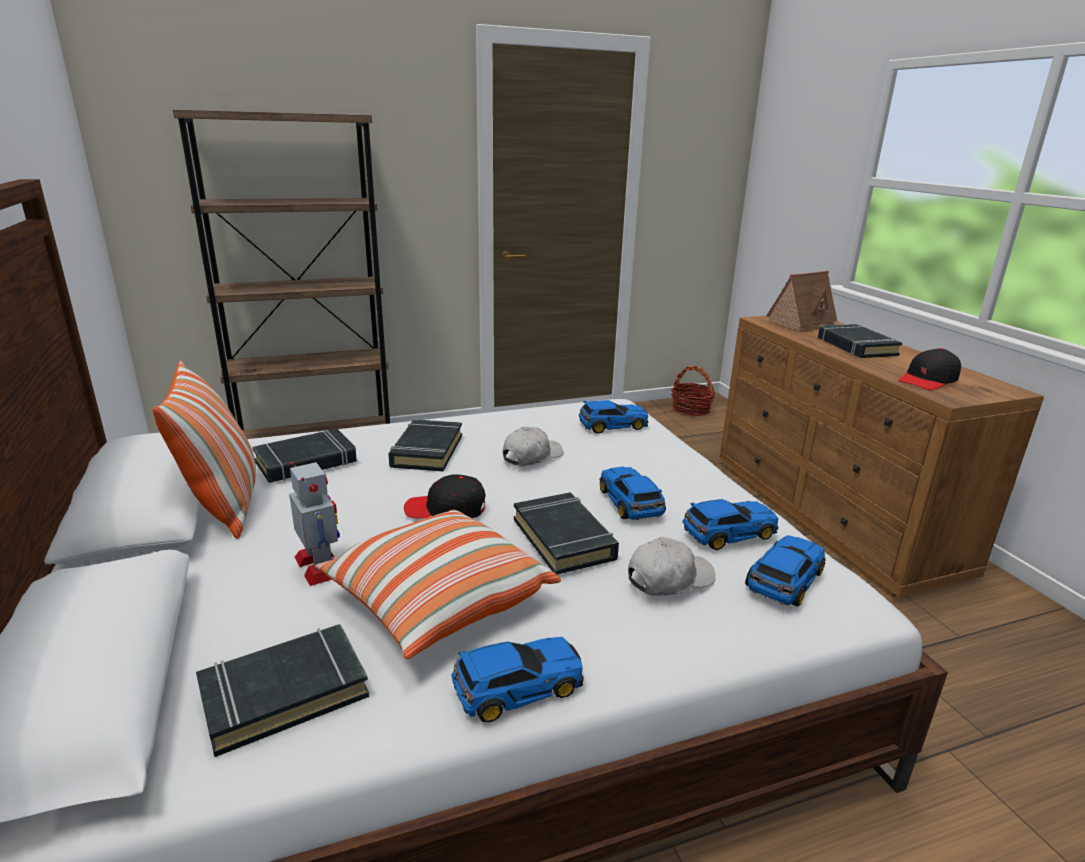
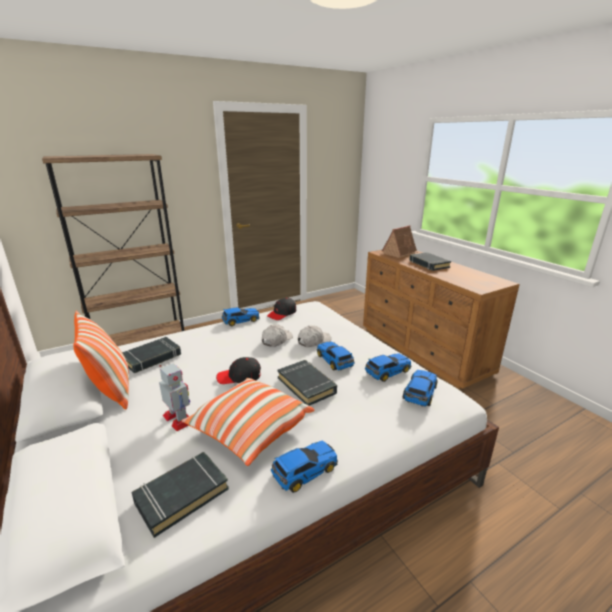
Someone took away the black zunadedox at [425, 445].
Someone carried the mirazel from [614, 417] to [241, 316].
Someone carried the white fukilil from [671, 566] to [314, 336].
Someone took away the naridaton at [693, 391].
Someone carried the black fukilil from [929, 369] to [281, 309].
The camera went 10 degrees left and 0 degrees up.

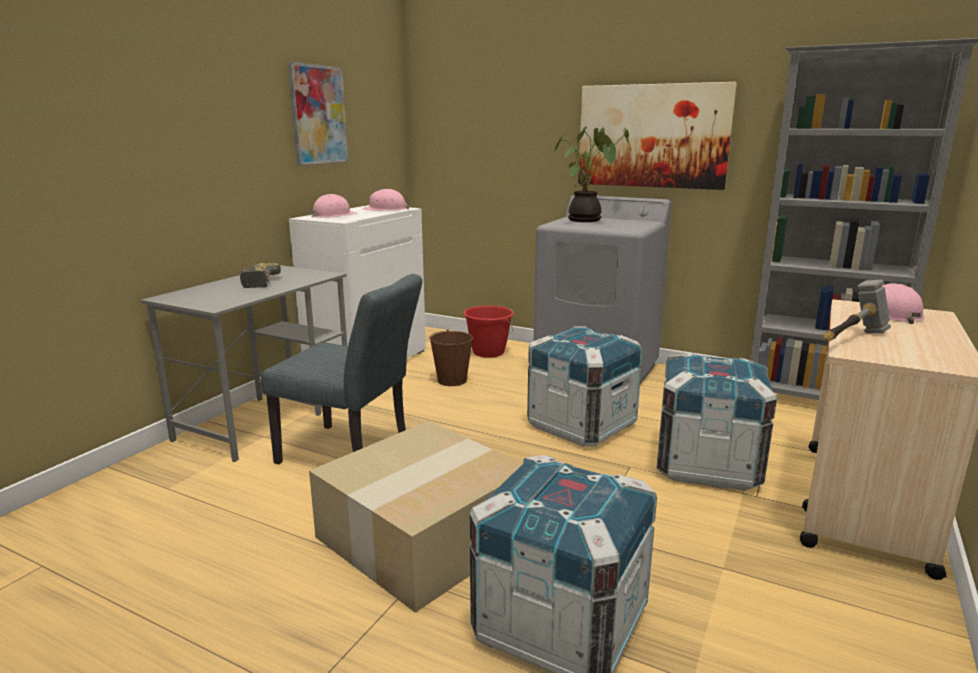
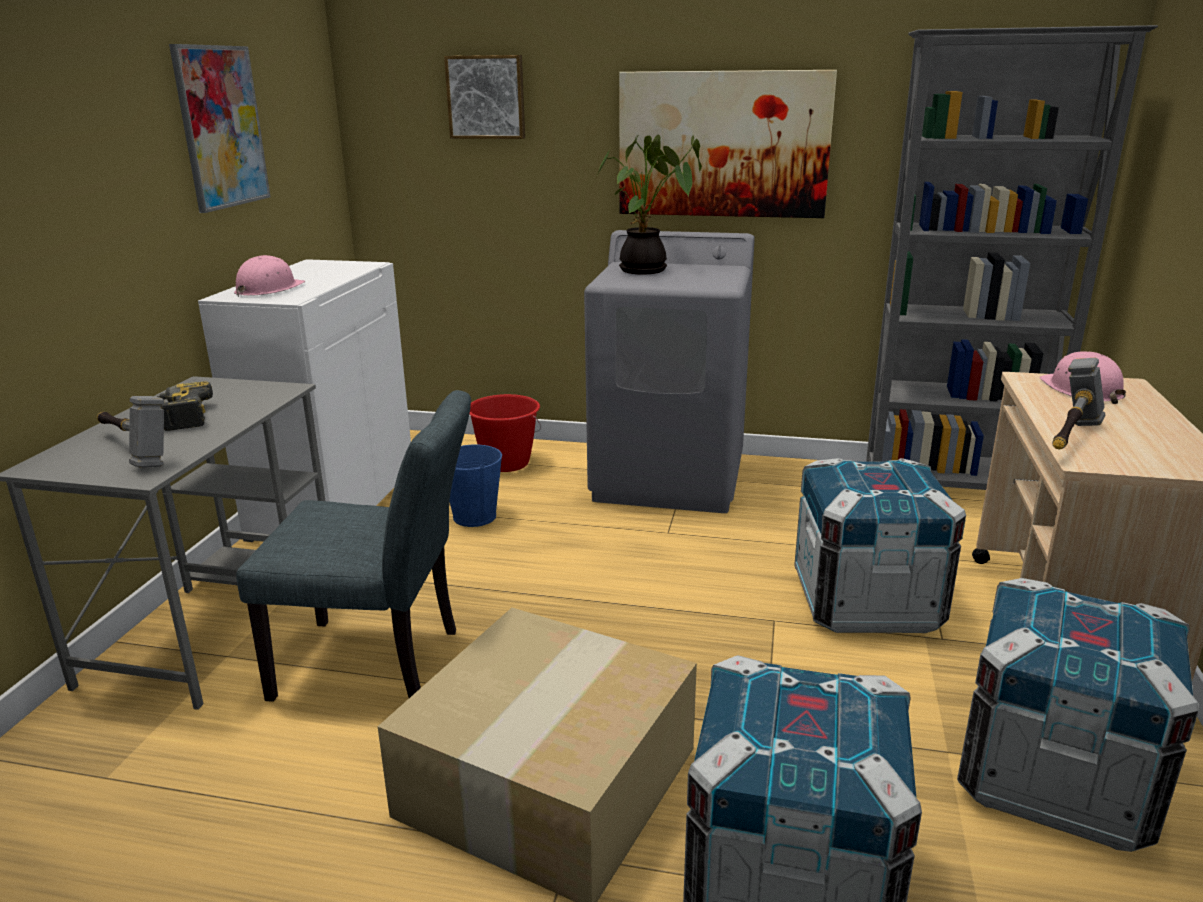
Someone took away the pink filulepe at [386, 200].
Someone repainted the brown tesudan at [451, 357], which became the blue tesudan at [475, 486].
Someone carried the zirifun from [585, 386] to [1078, 715].
Someone put down the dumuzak at [130, 432].
Someone put up the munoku at [484, 97].
The camera went 15 degrees left and 5 degrees up.

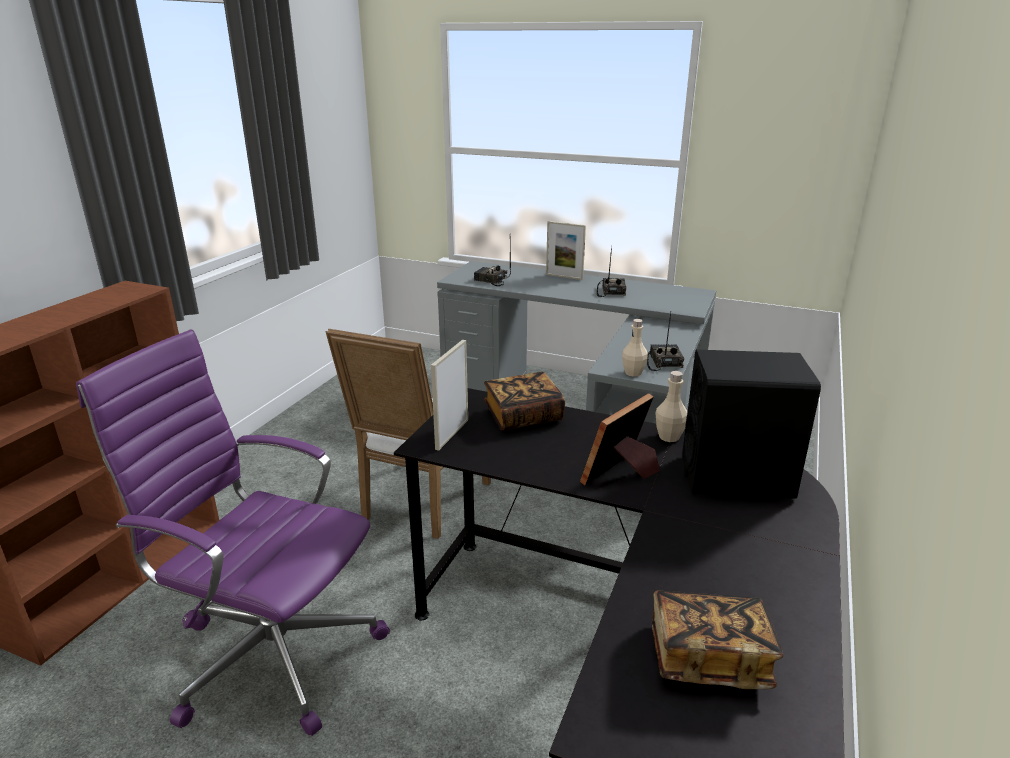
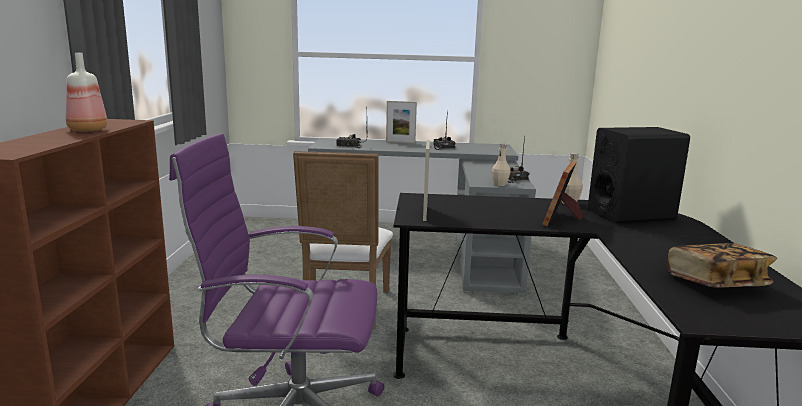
Someone took away the zunadedox at [524, 401].
Someone put down the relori at [87, 92].
The camera went 20 degrees left and 10 degrees down.

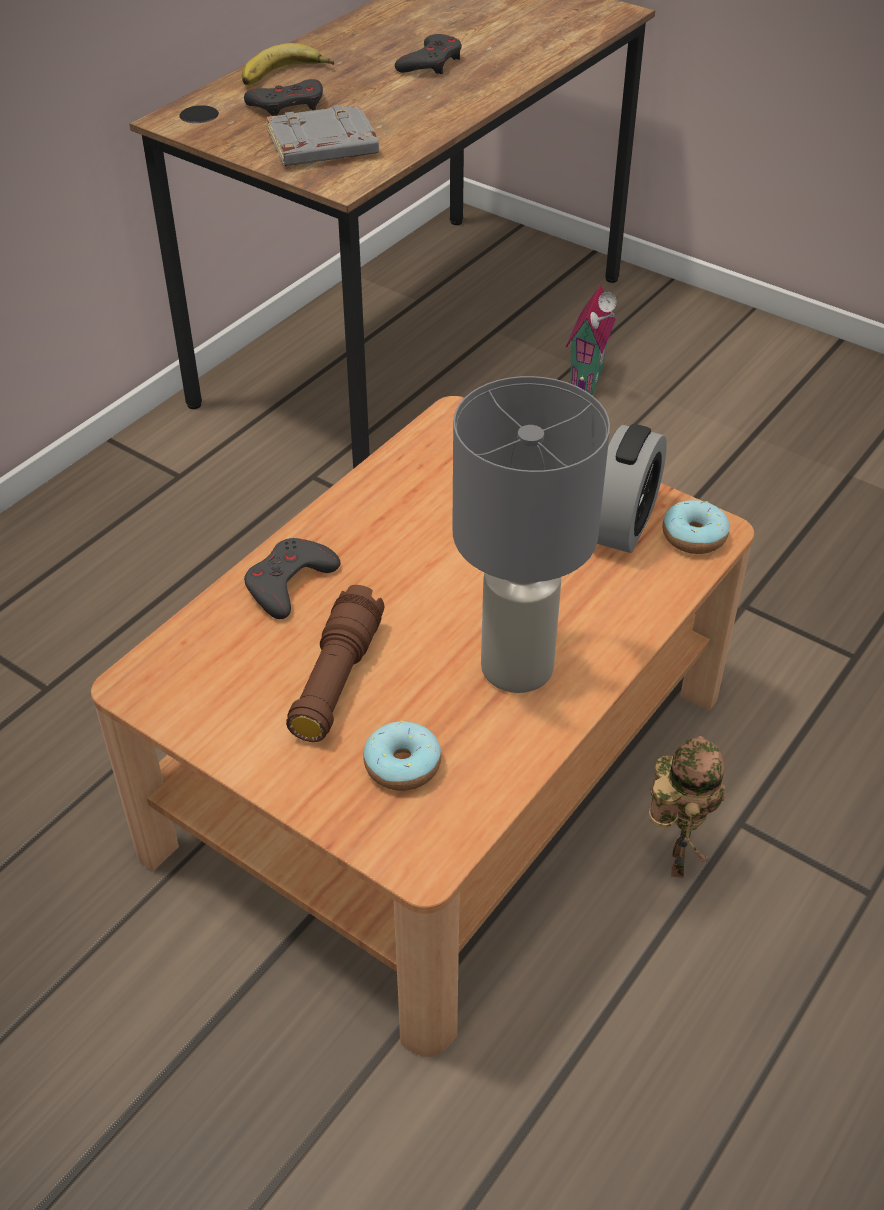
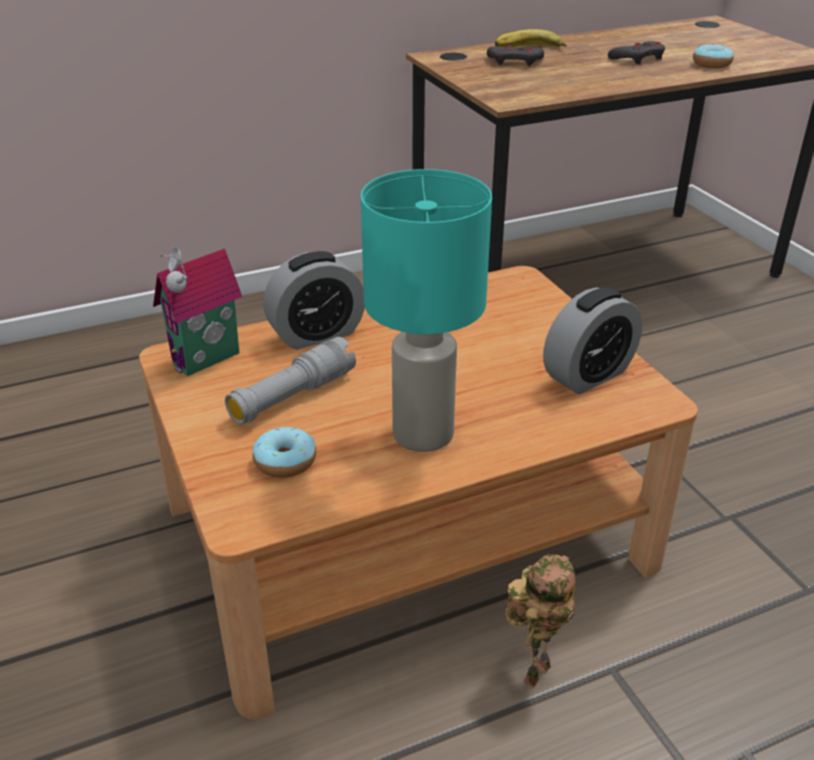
Someone swapped the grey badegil at [292, 578] for the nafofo at [314, 300].
Someone took away the grey zunadedox at [323, 135].
Someone repainted the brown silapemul at [335, 663], which became the grey silapemul at [290, 381].
Someone repainted the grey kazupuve at [531, 534], which became the turquoise kazupuve at [426, 310].
Someone carried the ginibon from [591, 339] to [197, 311].
Someone carried the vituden from [695, 527] to [713, 56].
The camera went 30 degrees right and 10 degrees down.

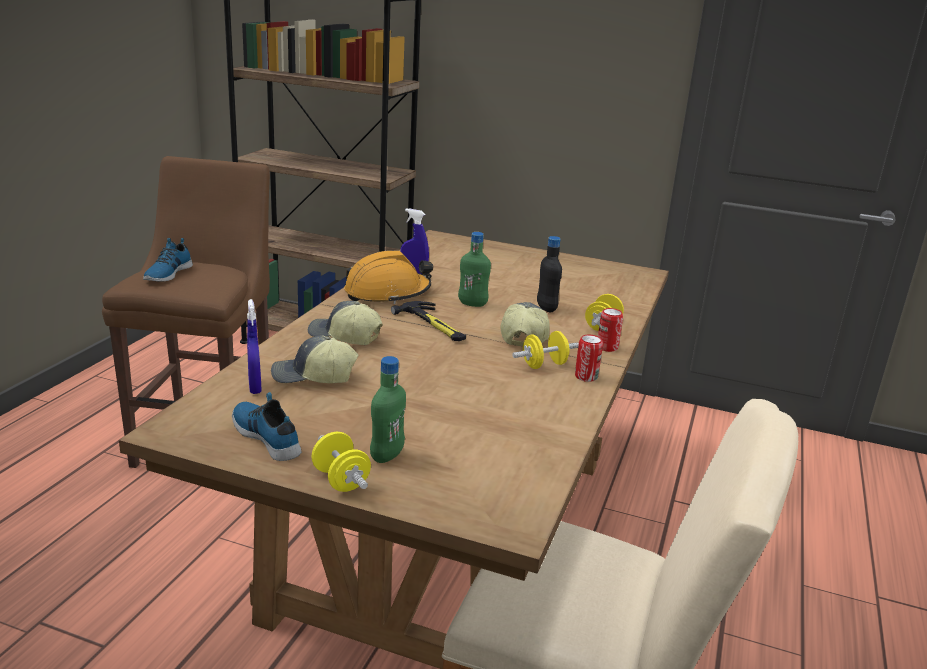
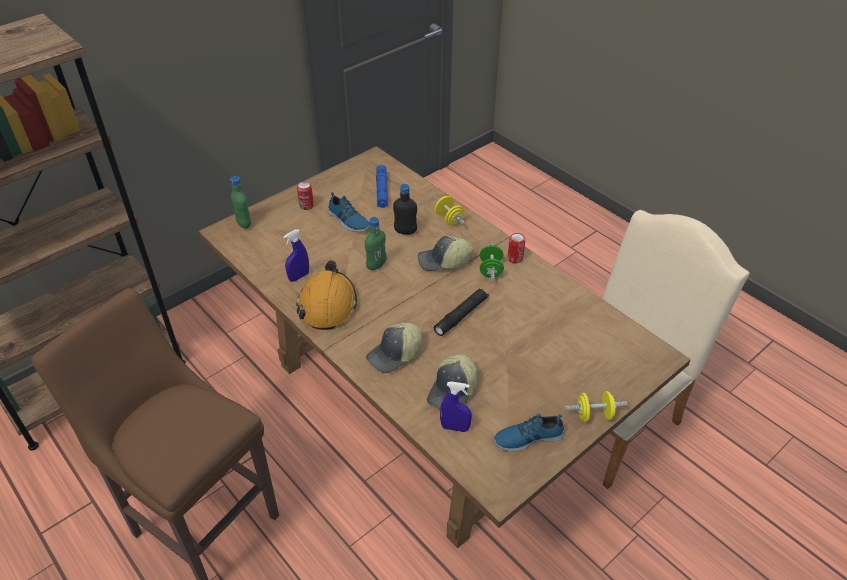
Someone carried the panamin from [168, 260] to [349, 212].
Someone carried the green relori from [388, 409] to [240, 202].
Someone took away the dumuzak at [428, 321].
Someone rotated the fukilil at [524, 324] by 45 degrees counterclockwise.
Someone repainted the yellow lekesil at [545, 350], which became the green lekesil at [492, 262].
Someone carried the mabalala from [610, 330] to [305, 195].
Someone put down the blue silapemul at [382, 186].
Someone put down the black silapemul at [461, 312].
The camera went 60 degrees left and 20 degrees up.

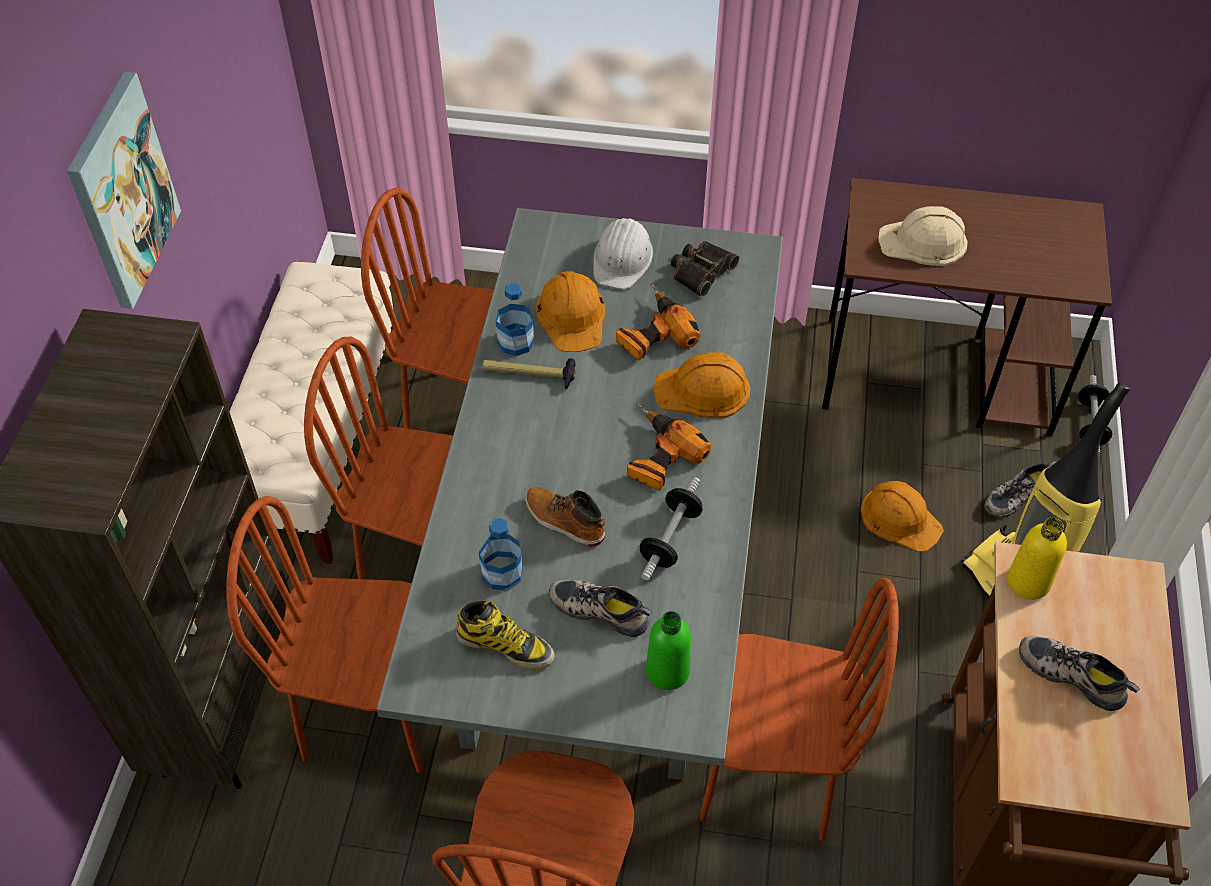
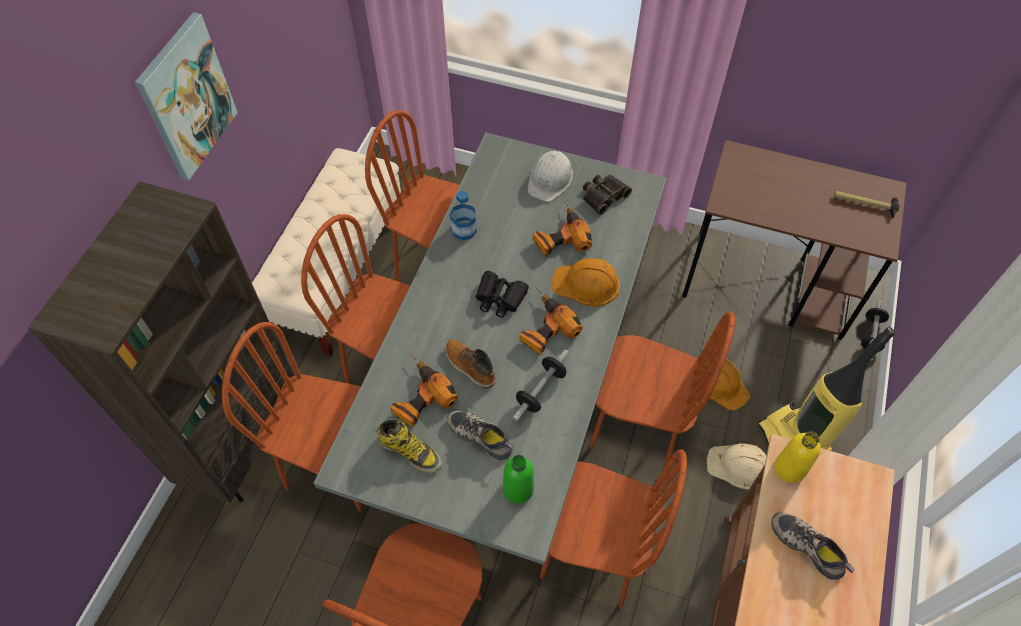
Someone swapped the relori at [501, 554] for the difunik at [424, 391].
Someone carried the dumuzak from [529, 373] to [867, 204].
Someone took away the orange filulepe at [570, 311].
Someone carried the beige filulepe from [923, 236] to [736, 466].
Someone took away the panamin at [1020, 489].
Someone put down the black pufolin at [502, 294].
Someone put down the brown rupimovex at [662, 390].
The camera went 10 degrees right and 5 degrees up.

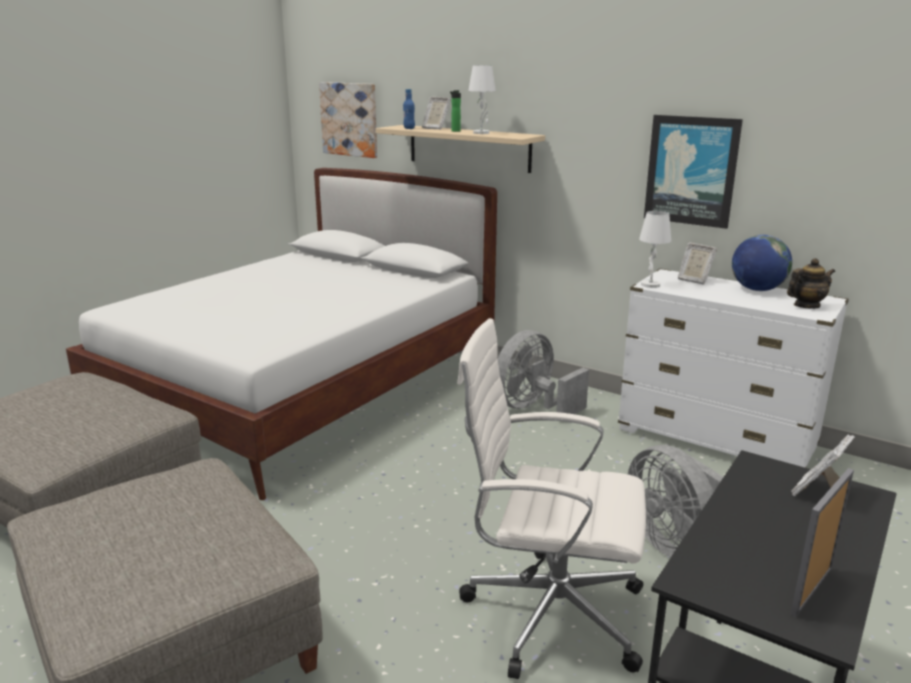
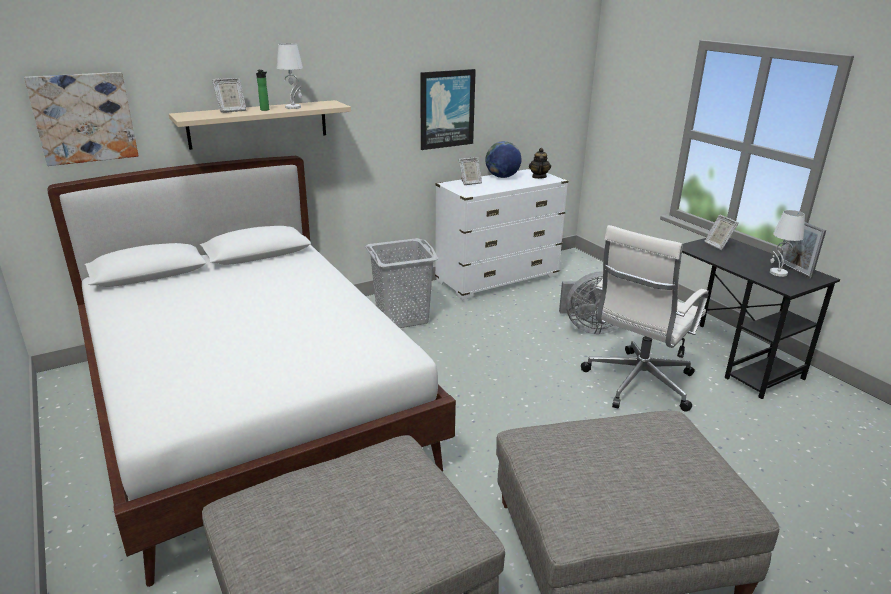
Someone took away the blue relori at [409, 109].
Someone swapped the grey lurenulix at [543, 372] for the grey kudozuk at [401, 283].
Someone carried the white kazupuve from [655, 249] to [787, 243].
The camera went 65 degrees left and 5 degrees up.

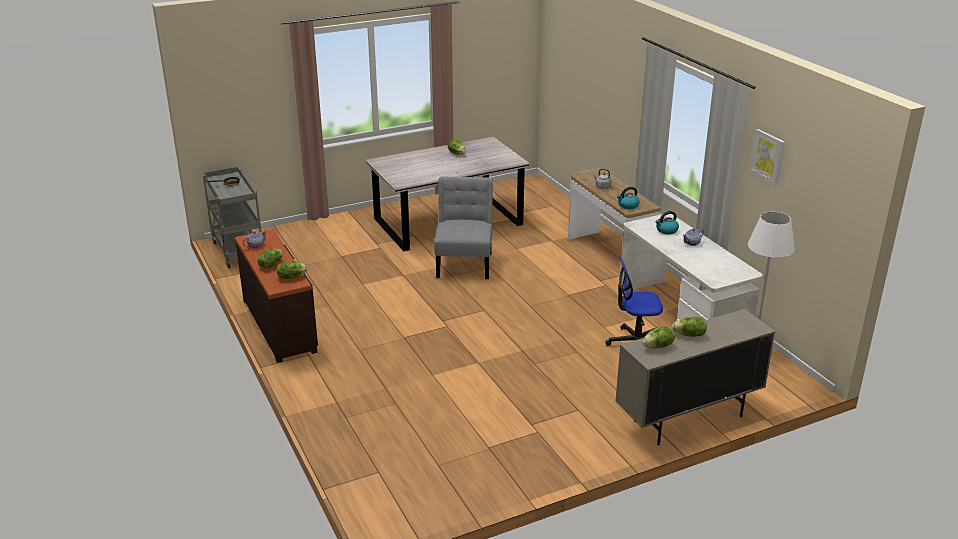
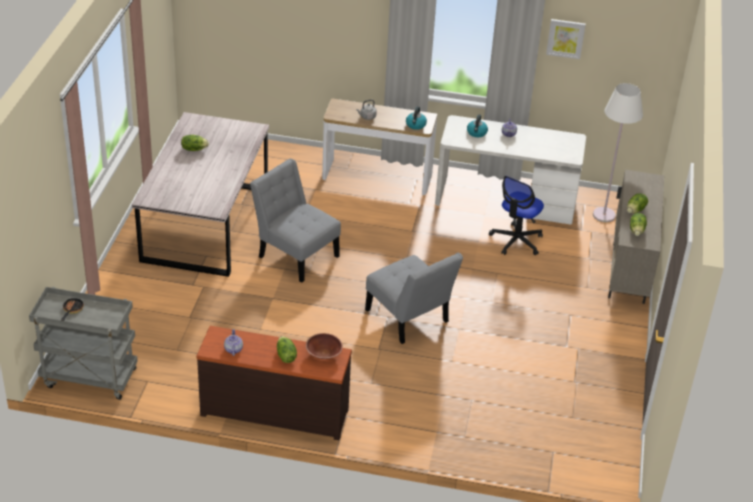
Someone swapped the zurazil at [292, 270] for the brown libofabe at [324, 346].
Someone put down the grey rupimovex at [414, 298].
The camera went 55 degrees left and 10 degrees up.

